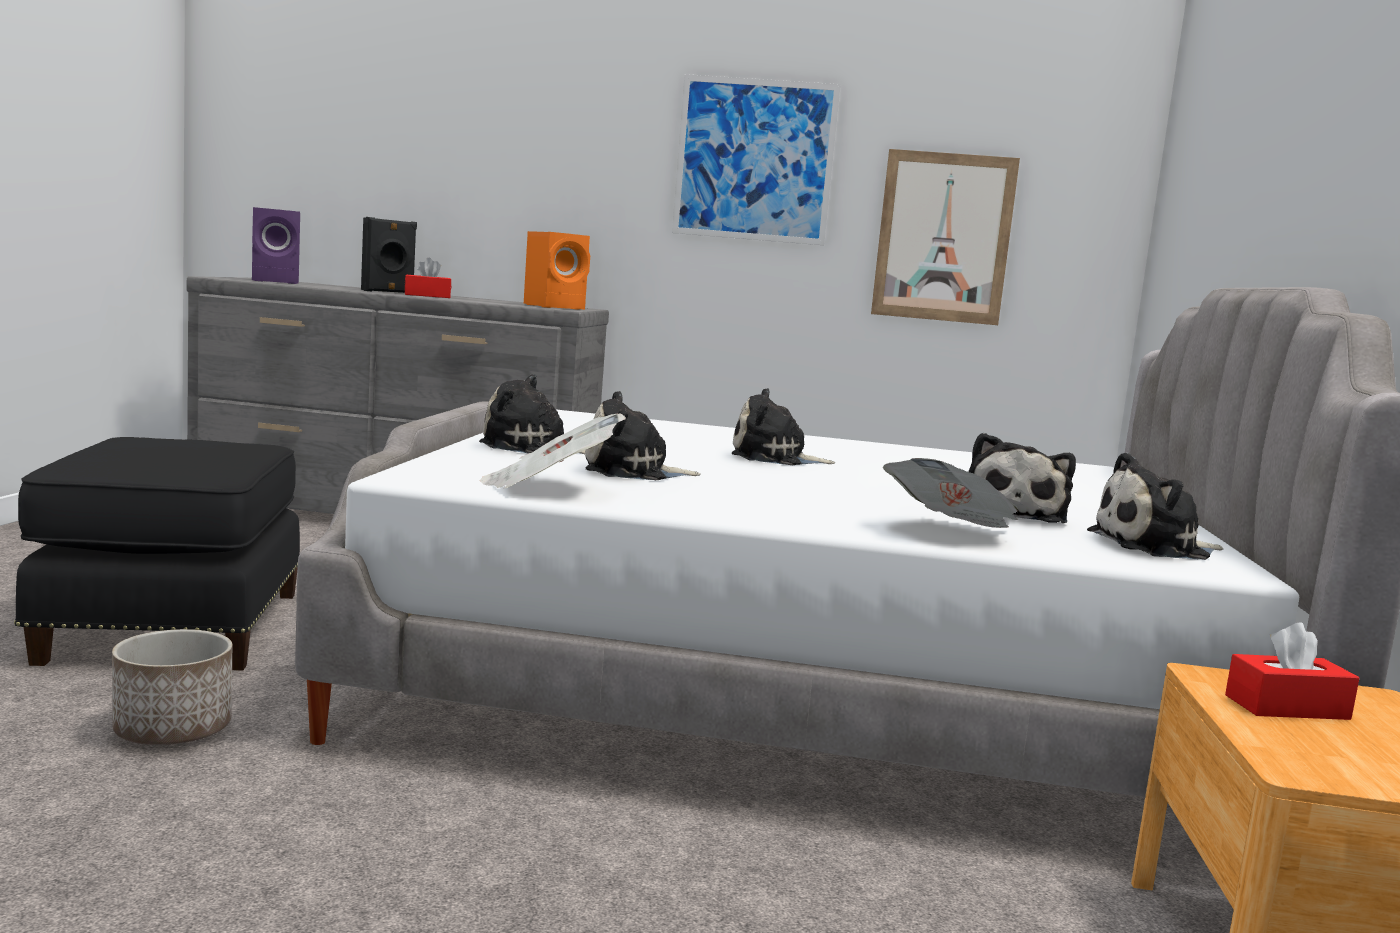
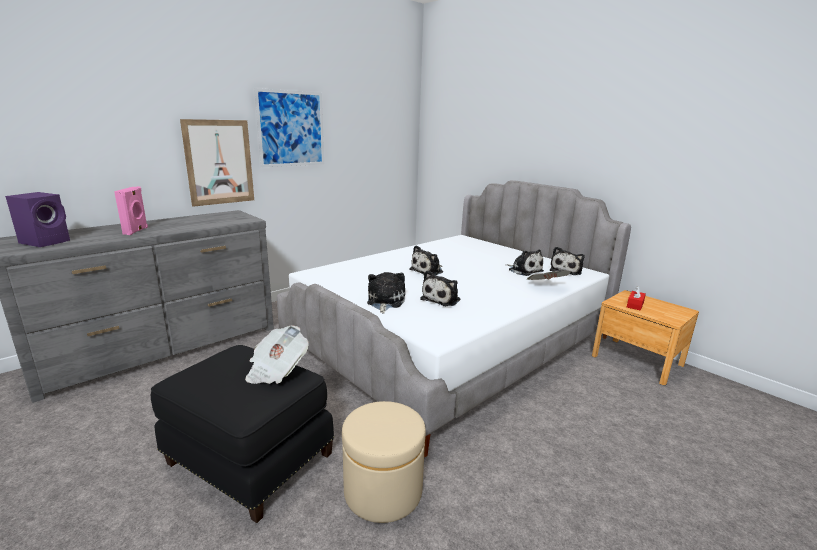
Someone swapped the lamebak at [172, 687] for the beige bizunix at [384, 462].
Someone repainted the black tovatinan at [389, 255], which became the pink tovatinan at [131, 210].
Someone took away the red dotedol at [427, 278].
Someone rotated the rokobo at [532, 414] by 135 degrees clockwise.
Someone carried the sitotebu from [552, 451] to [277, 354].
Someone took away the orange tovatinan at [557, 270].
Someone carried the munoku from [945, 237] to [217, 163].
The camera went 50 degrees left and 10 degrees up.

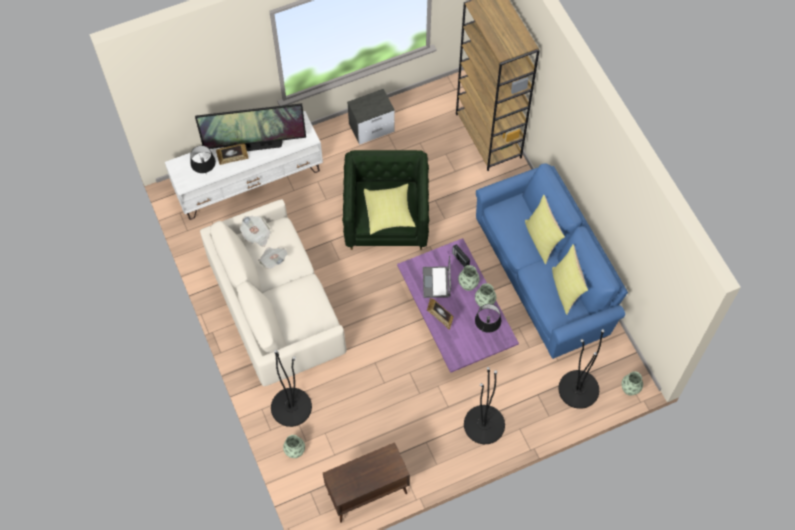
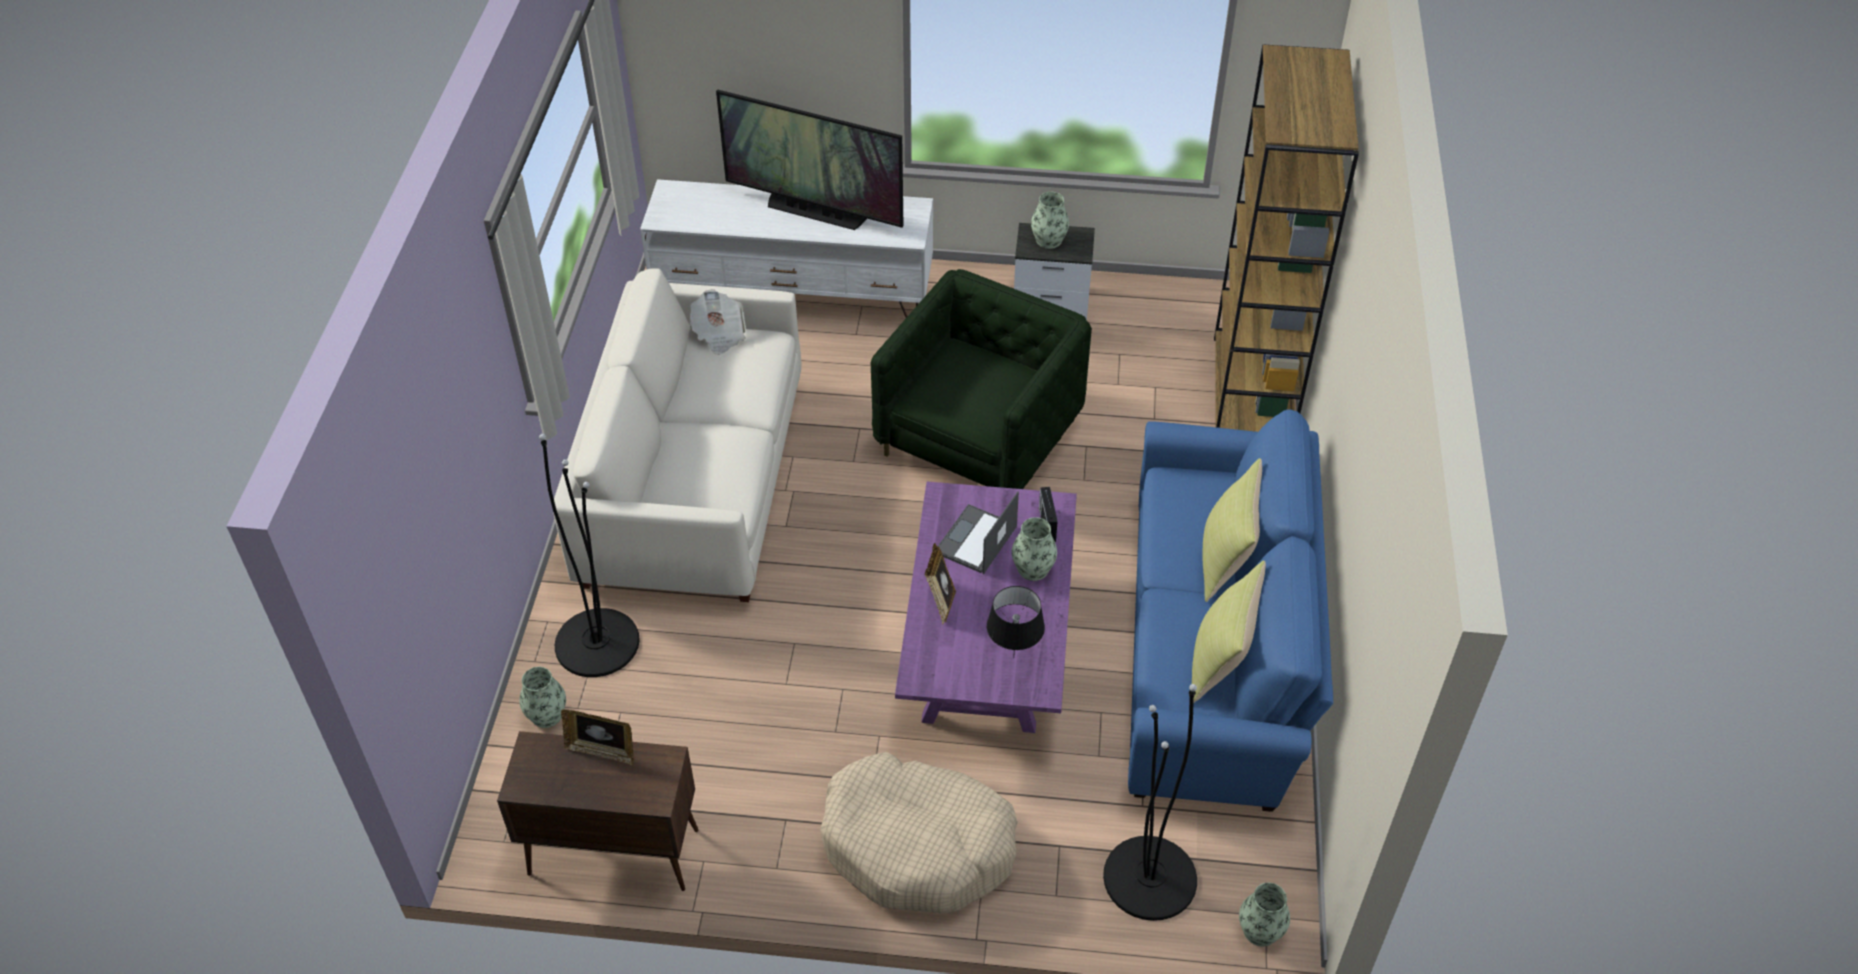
Someone took away the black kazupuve at [203, 159].
Someone carried the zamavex from [232, 154] to [597, 738].
Someone took away the sitotebu at [273, 258].
Someone took away the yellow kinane at [390, 208].
Someone swapped the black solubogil at [484, 405] for the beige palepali at [919, 833].
Someone carried the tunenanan from [485, 295] to [1050, 220].
The camera went 30 degrees right and 15 degrees down.

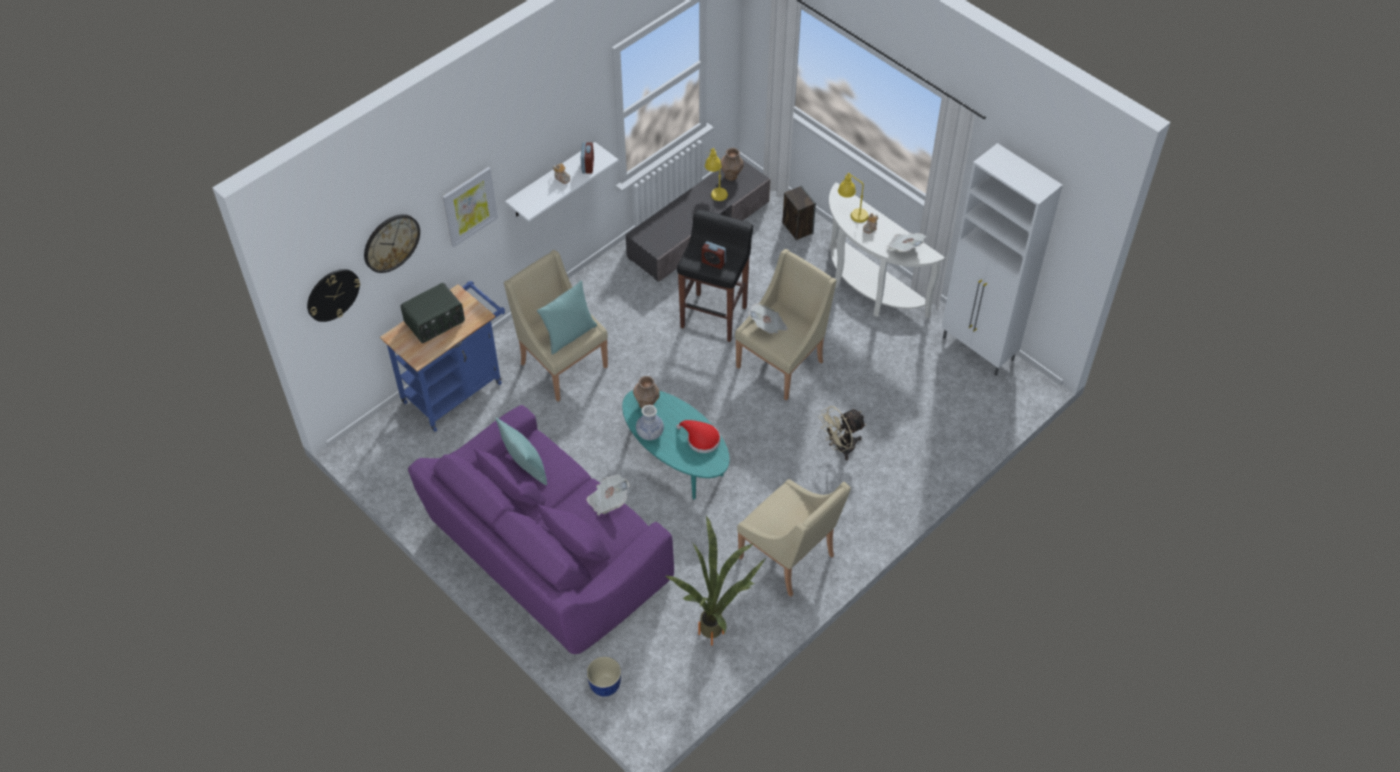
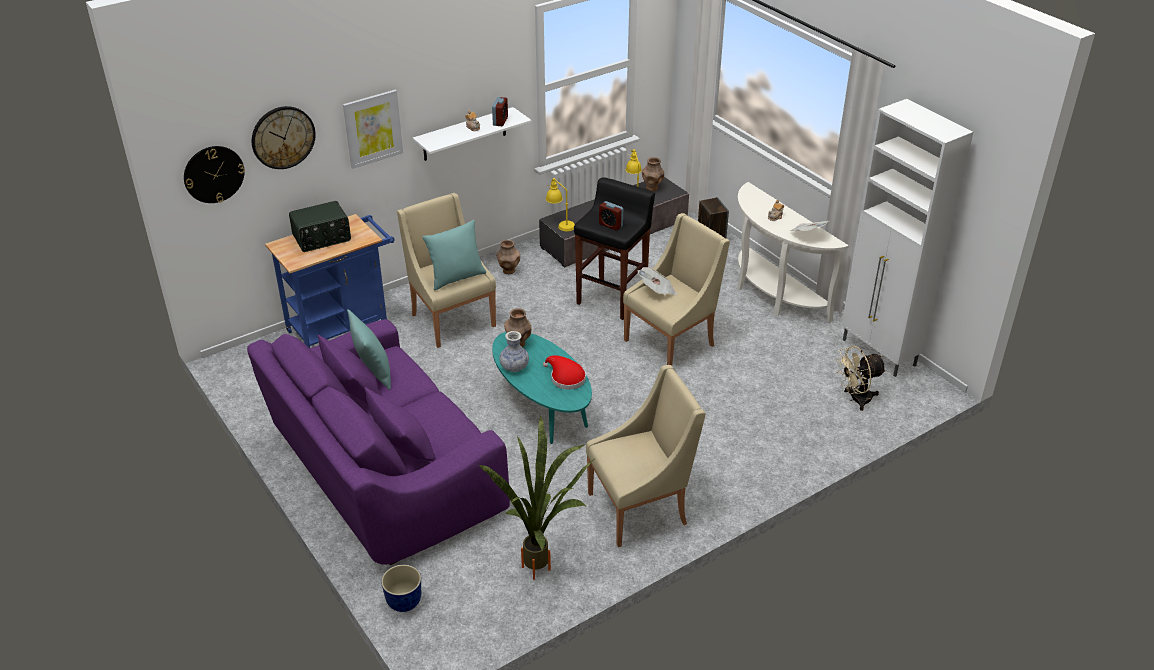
Someone took away the sitotebu at [608, 495].
Someone rotated the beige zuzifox at [794, 538] by 75 degrees counterclockwise.
Someone carried the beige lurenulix from [842, 433] to [861, 378].
Someone carried the yellow kazupuve from [853, 198] to [560, 204].
Someone put down the brown tunenanan at [508, 257].
The camera went 10 degrees right and 15 degrees down.

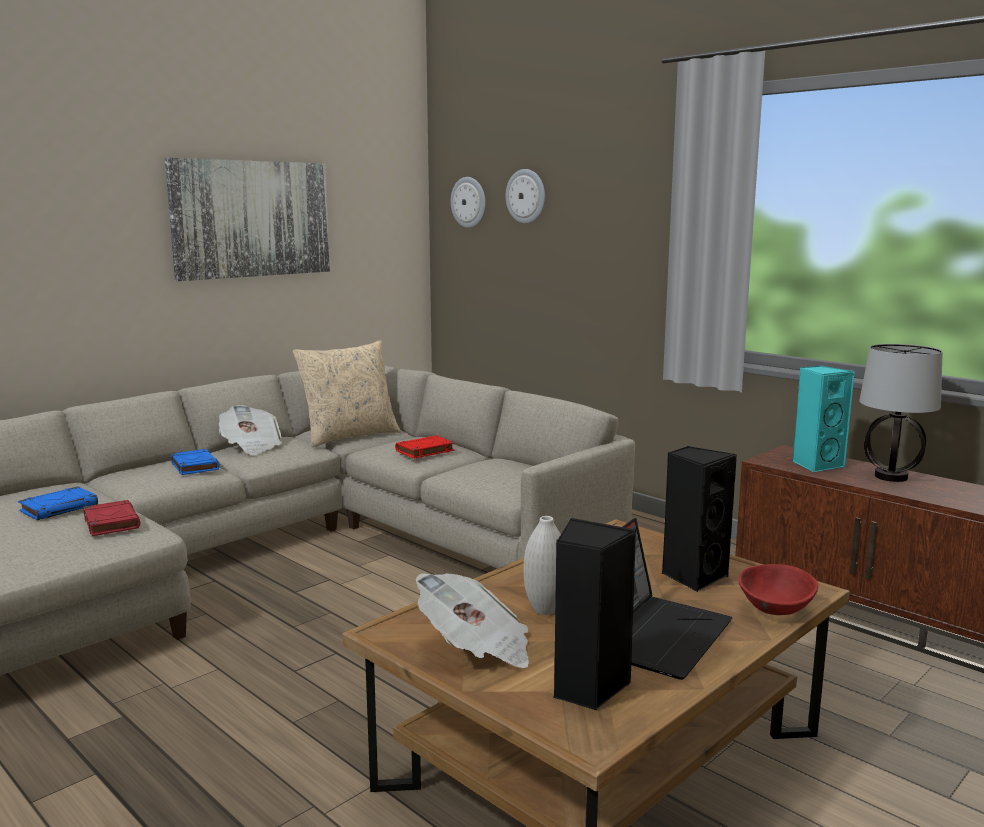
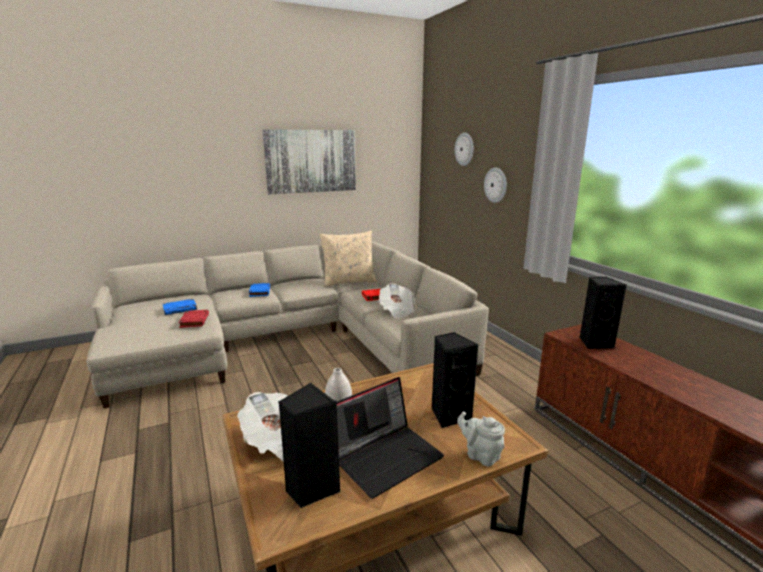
Someone carried the sitotebu from [250, 430] to [397, 301].
Someone carried the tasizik from [468, 202] to [495, 185].
Someone swapped the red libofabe at [778, 589] for the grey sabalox at [481, 438].
Someone repainted the turquoise tovatinan at [823, 419], which became the black tovatinan at [603, 313].
Someone took away the kazupuve at [901, 413].
The camera went 20 degrees right and 5 degrees up.

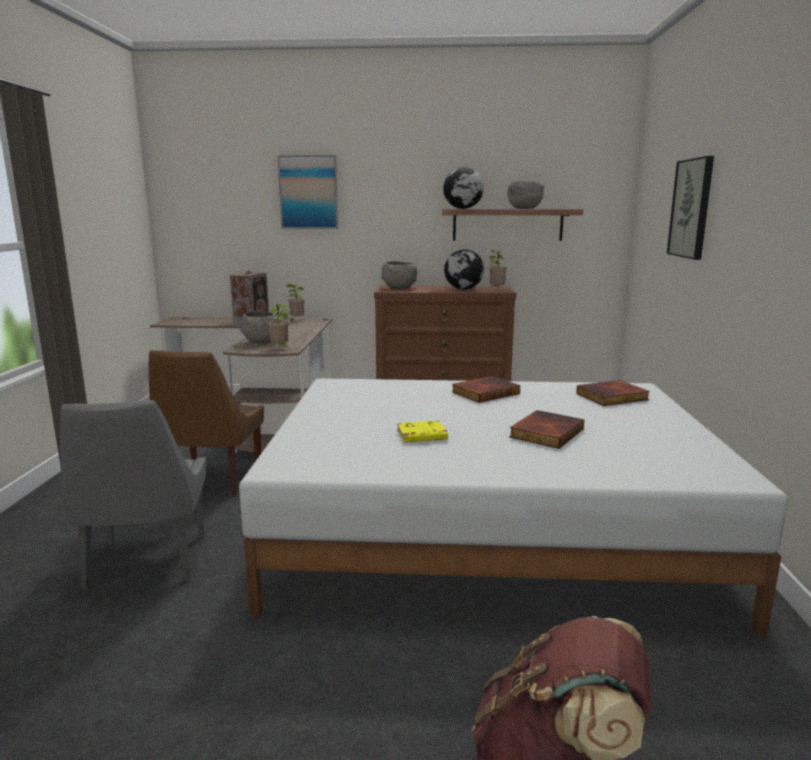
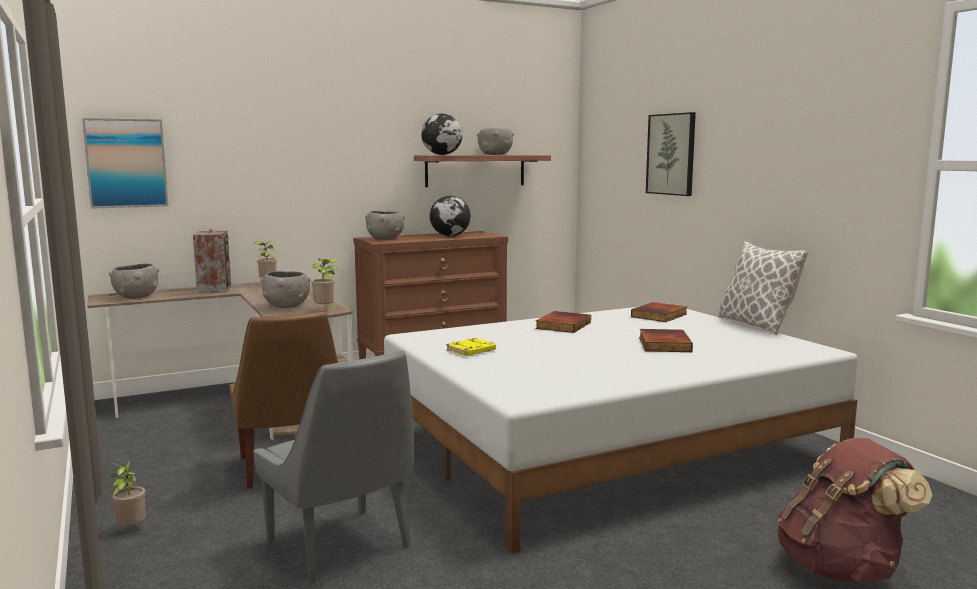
Someone carried the munoku from [308, 192] to [125, 163].
Someone carried the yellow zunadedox from [422, 431] to [471, 347].
Someone carried the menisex from [498, 269] to [128, 492].
Someone put down the grey libofabe at [134, 281].
Someone put down the kinane at [763, 288].
The camera went 30 degrees left and 5 degrees down.

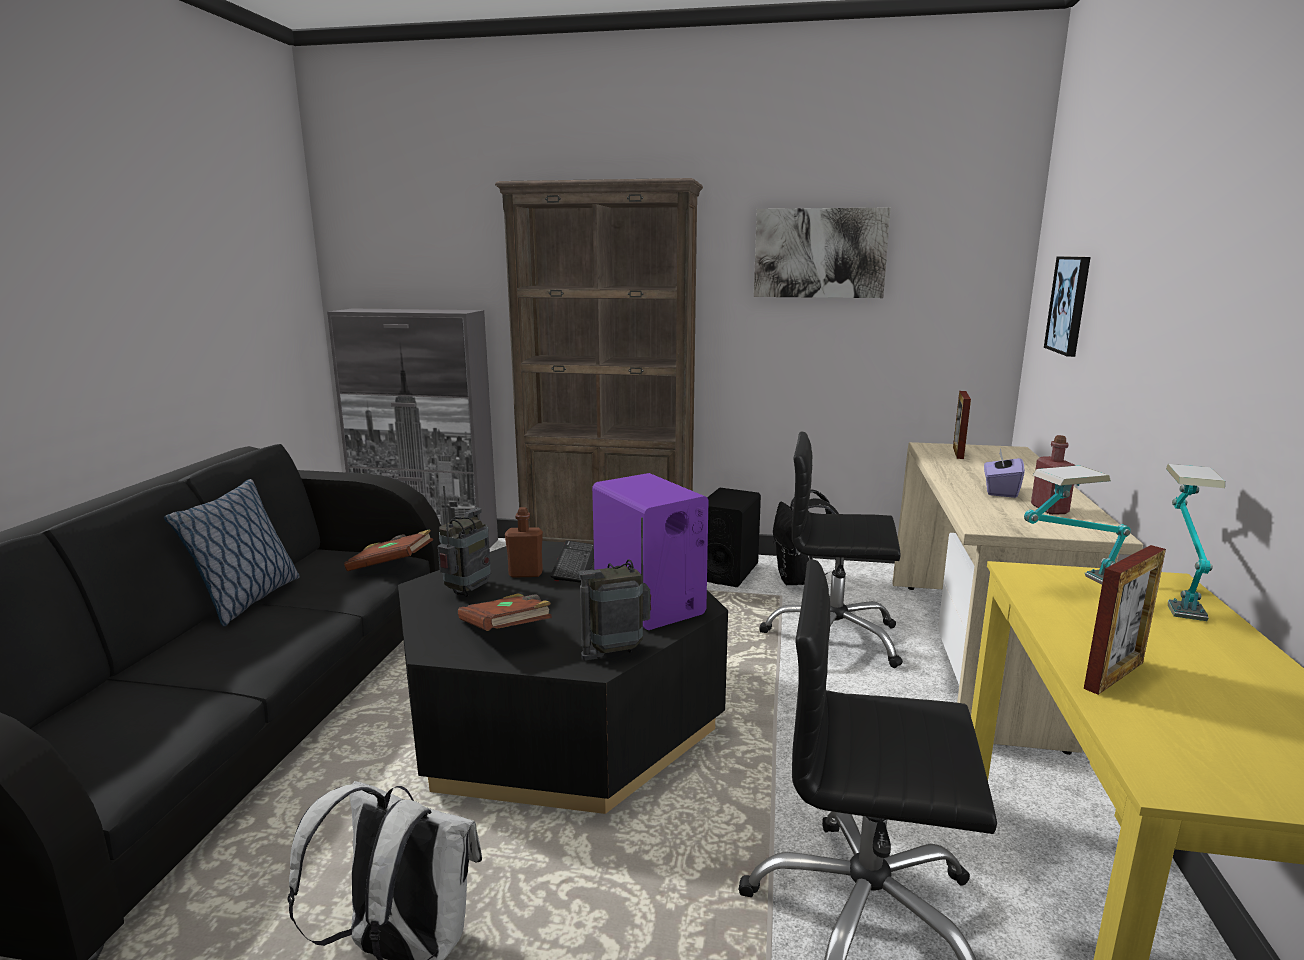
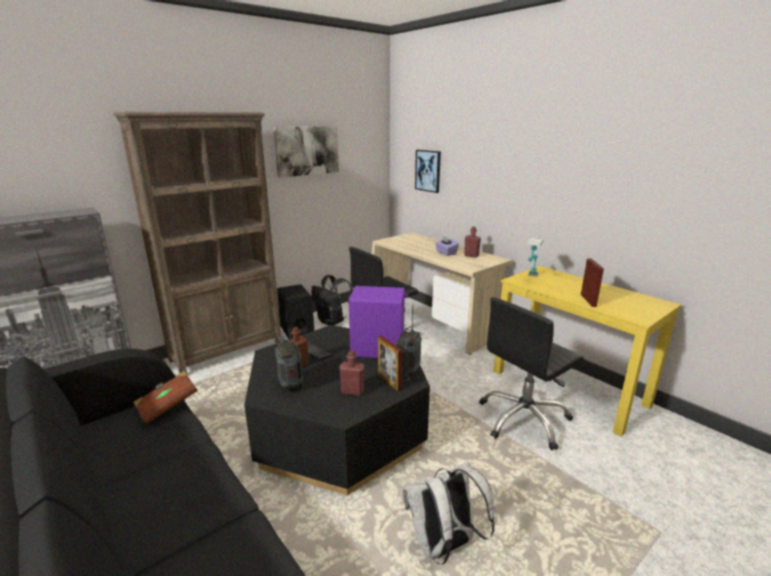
Someone took away the kinane at [232, 552].
Someone swapped the brown zunadedox at [505, 612] for the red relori at [351, 373].
Someone carried the zamavex from [962, 425] to [390, 363].
Someone took away the kazupuve at [1195, 542].
The camera went 50 degrees left and 5 degrees up.

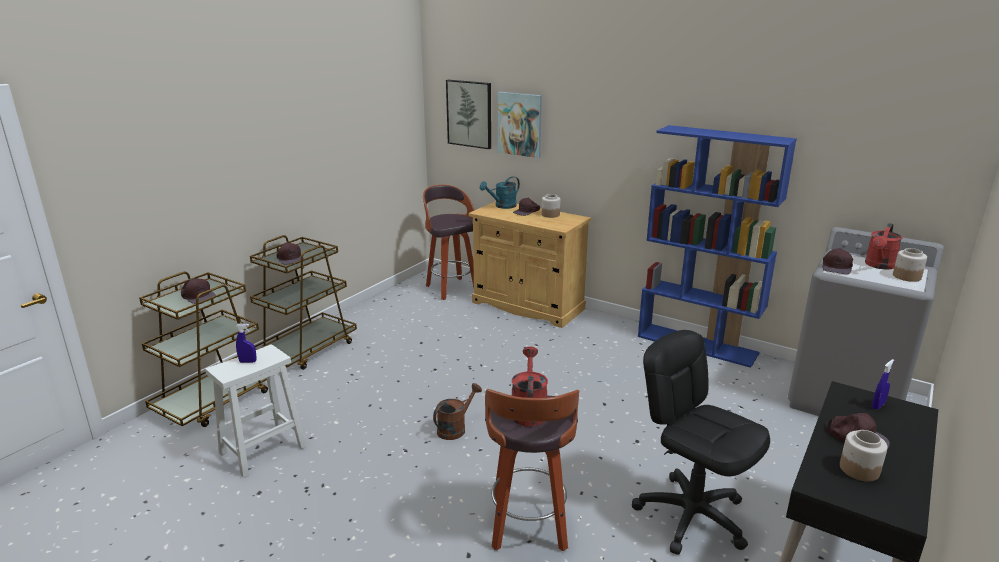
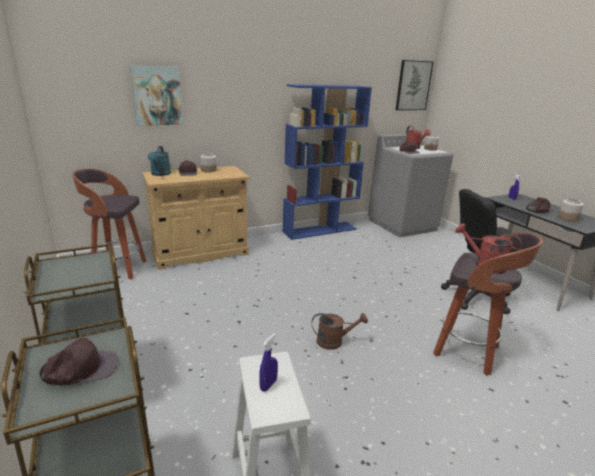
Someone took away the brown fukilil at [290, 253].
Someone rotated the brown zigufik at [457, 411] by 105 degrees clockwise.
Someone carried the munoku from [468, 114] to [415, 85].
The camera went 60 degrees left and 0 degrees up.

